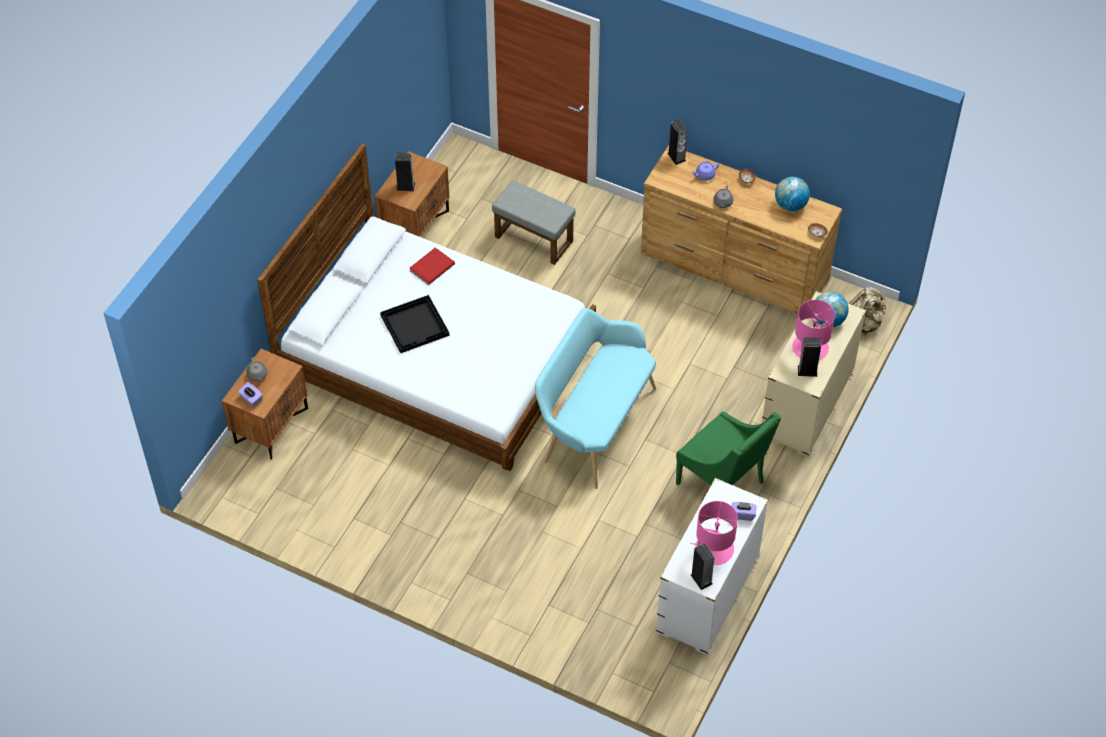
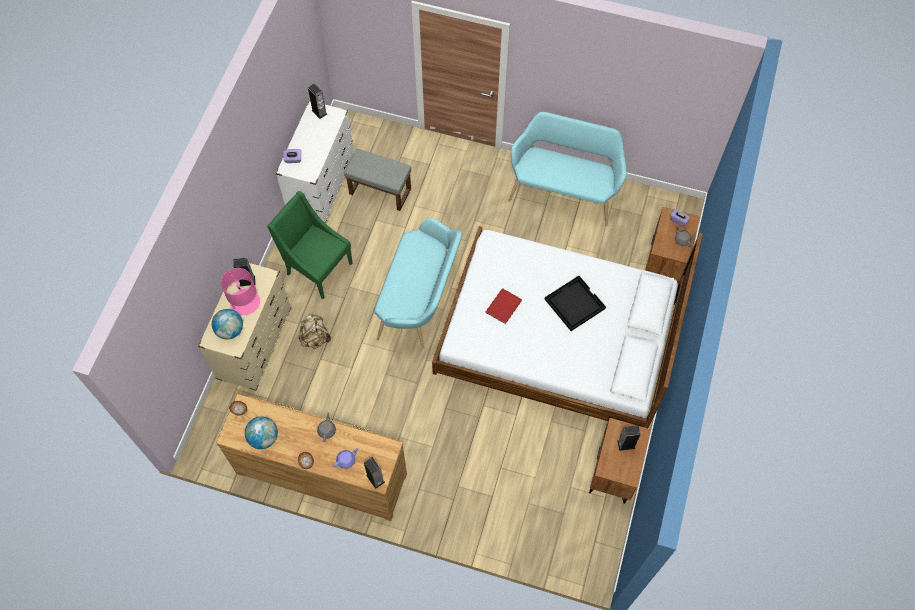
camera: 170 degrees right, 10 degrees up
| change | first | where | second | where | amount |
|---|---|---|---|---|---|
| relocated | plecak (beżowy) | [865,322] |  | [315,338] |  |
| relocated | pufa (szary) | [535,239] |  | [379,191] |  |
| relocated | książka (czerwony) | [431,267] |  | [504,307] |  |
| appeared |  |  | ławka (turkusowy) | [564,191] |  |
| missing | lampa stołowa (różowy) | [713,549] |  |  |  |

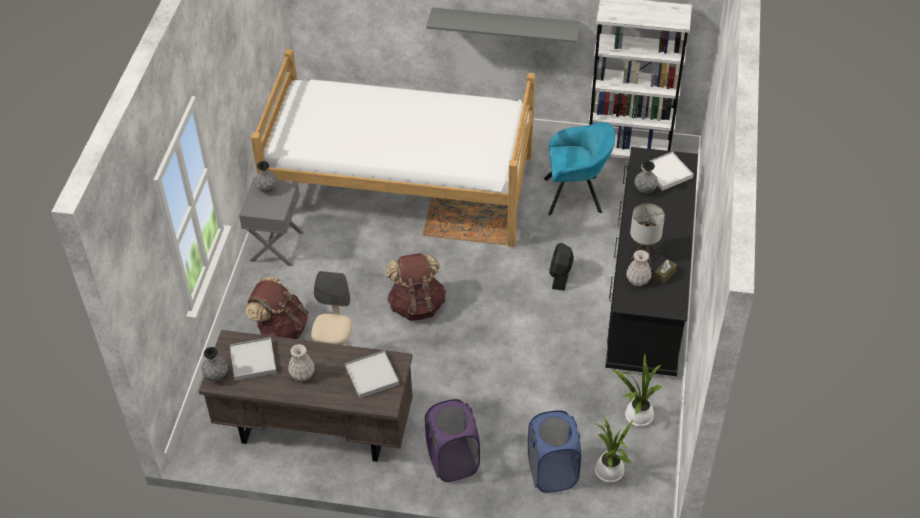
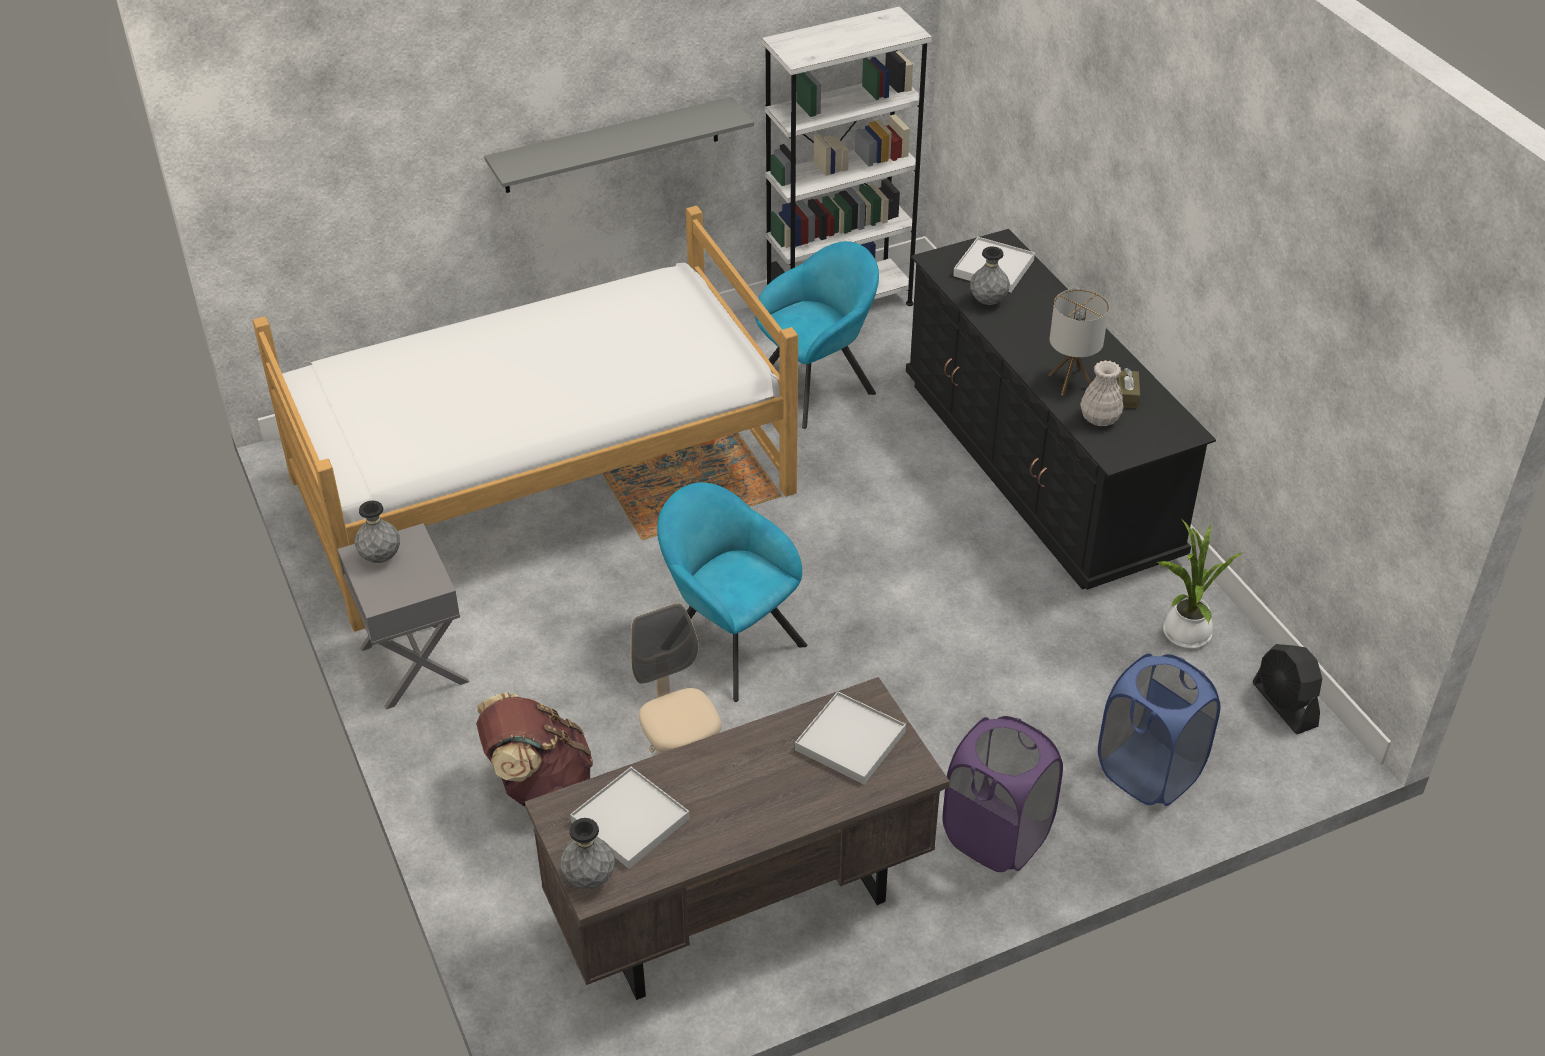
camera: 35 degrees left, 5 degrees down
| change | first | where | second | where | amount |
|---|---|---|---|---|---|
| exchanged | plecak (brązowy) | [417,305] | fotel (turkusowy) | [728,642] |  |
| relocated | wentylator (czarny) | [560,275] |  | [1284,705] |  |
| missing | wazon (biały) | [303,374] |  |  |  |
| missing | roślina doniczkowa | [609,473] |  |  |  |

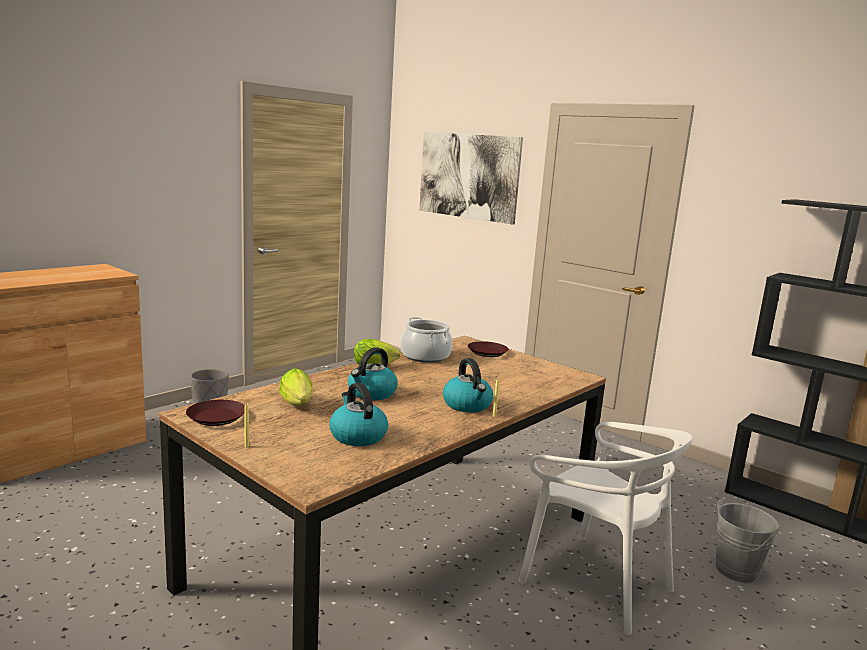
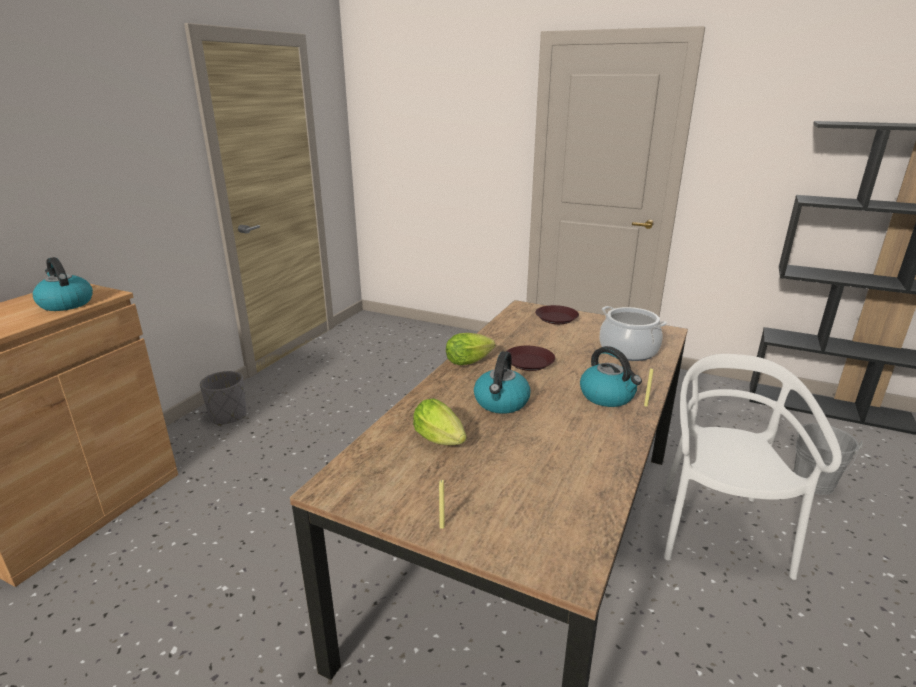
camera: 15 degrees left, 10 degrees up
| change | first | where | second | where | amount |
|---|---|---|---|---|---|
| relocated | czajnik | [357,436] |  | [65,303] |  |
| relocated | talerz (brązowy) | [216,417] |  | [529,362] |  |
| relocated | garnek | [425,356] |  | [628,350] |  |
| spun | krzesło (biały) | [596,583] |  | [718,530] | 105 degrees counterclockwise |
| missing | obraz | [468,176] |  |  |  |

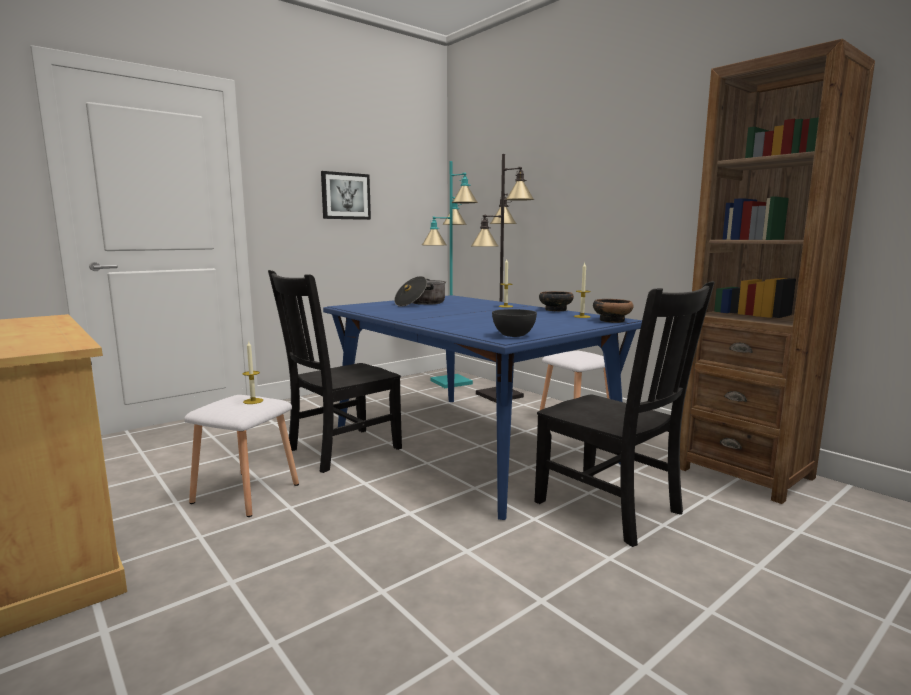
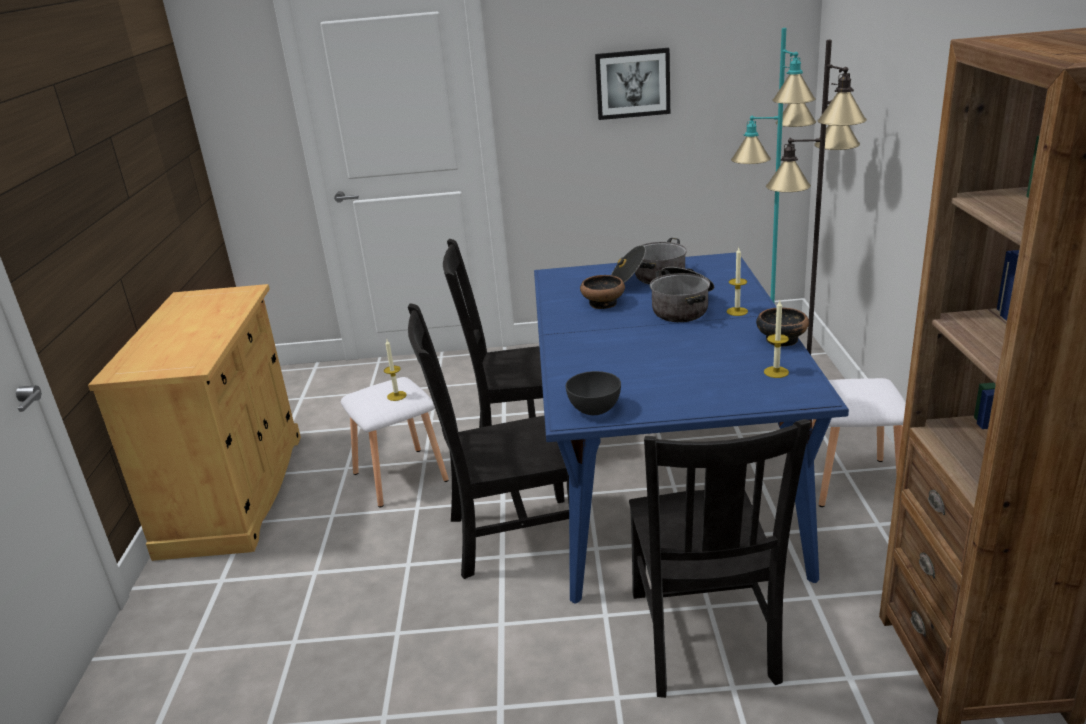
camera: 40 degrees right, 15 degrees up
| change | first | where | second | where | amount |
|---|---|---|---|---|---|
| appeared |  |  | krzesło (czarny) | [510,536] |  |
| relocated | miska | [612,320] |  | [603,303] |  |
| appeared |  |  | garnek | [683,307] |  |

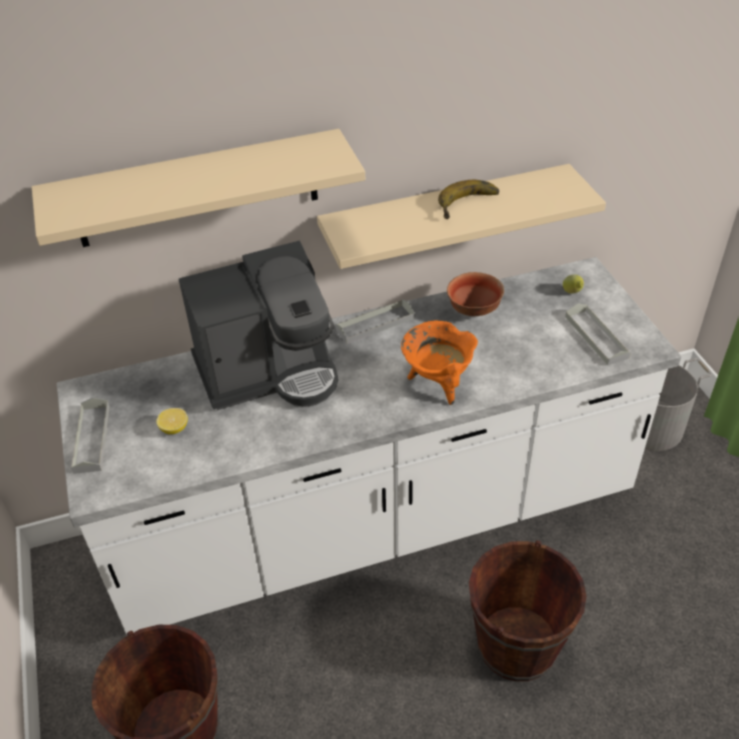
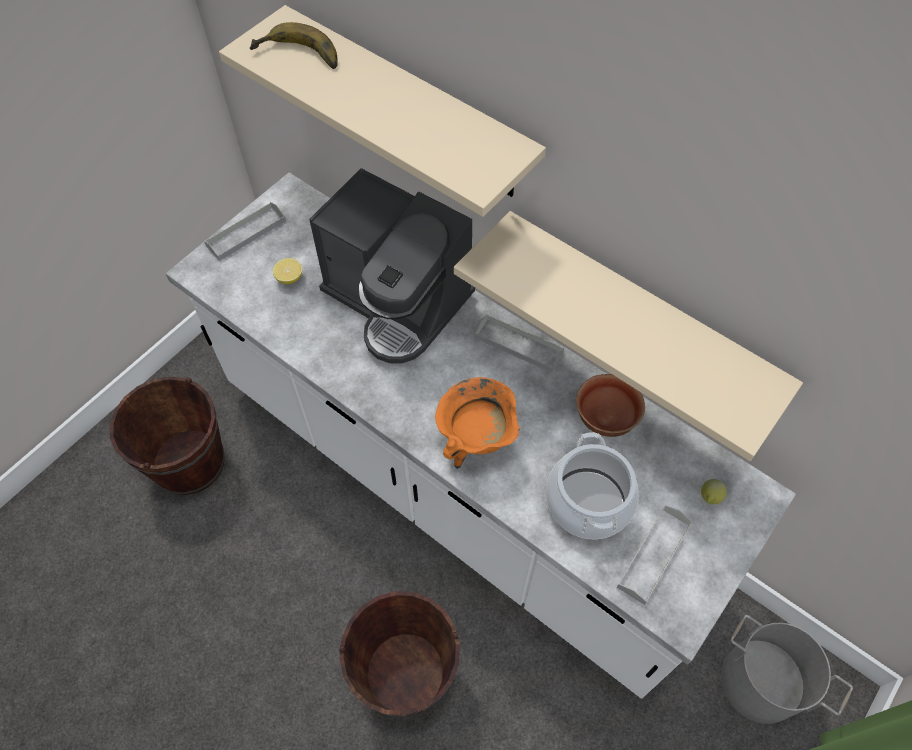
camera: 55 degrees right, 15 degrees up
| change | first | where | second | where | amount |
|---|---|---|---|---|---|
| relocated | banan | [470,205] |  | [297,57] |  |
| appeared |  |  | garnek | [588,502] |  |

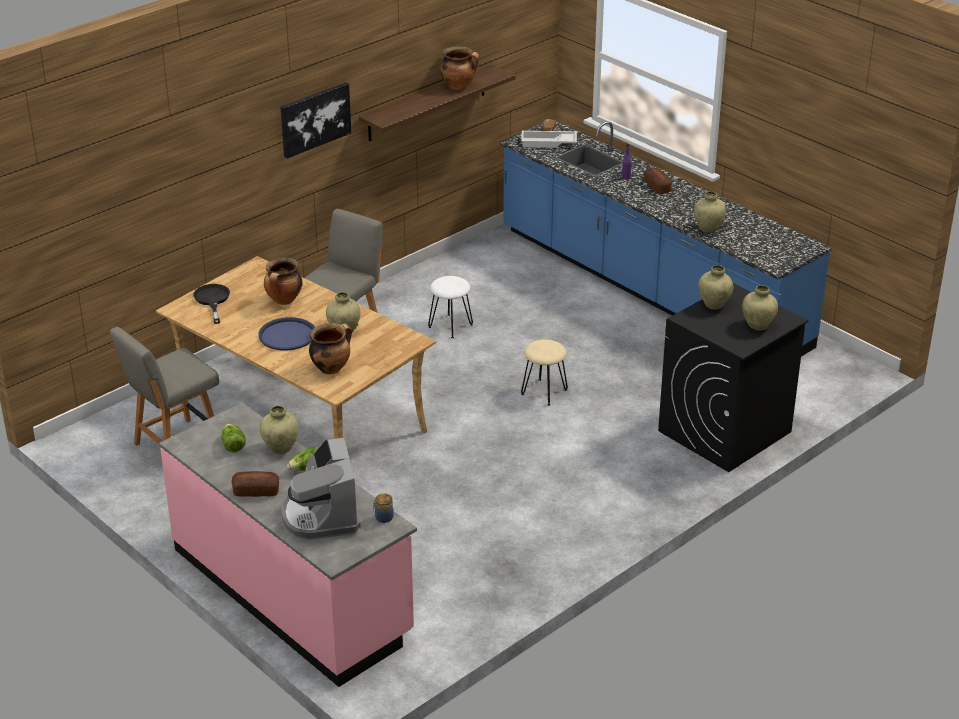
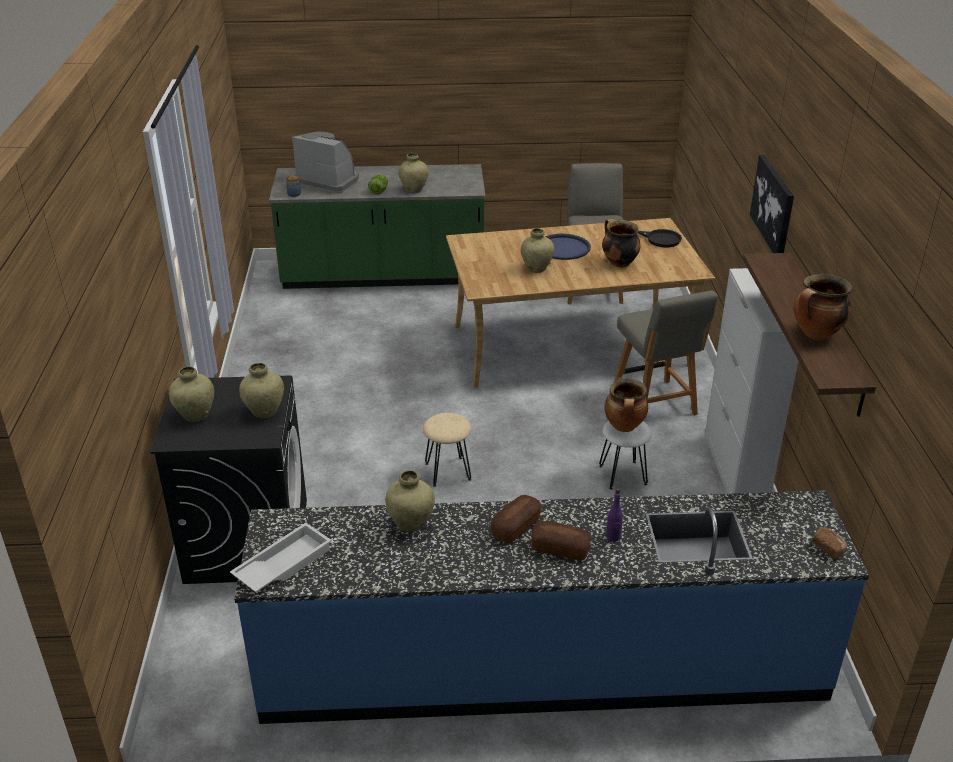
camera: 130 degrees right, 0 degrees up
| change | first | where | second | where | amount |
|---|---|---|---|---|---|
| relocated | taca (biały) | [548,143] |  | [282,564] |  |
| colour | zabudowa kuchenna (różowy) | [292,592] | zabudowa kuchenna (zielony) | [383,275] |  |
| relocated | chleb | [256,491] |  | [516,527] |  |
| relocated | garnek | [331,368] |  | [624,427] |  |
| appeared |  |  | szafka (biały) | [735,469] |  |
| missing | sałata | [233,445] |  |  |  |

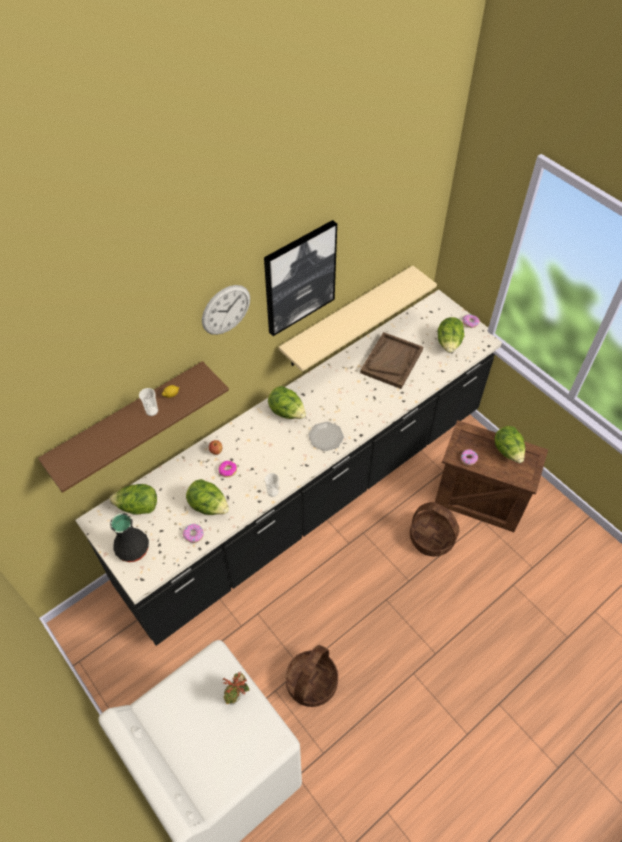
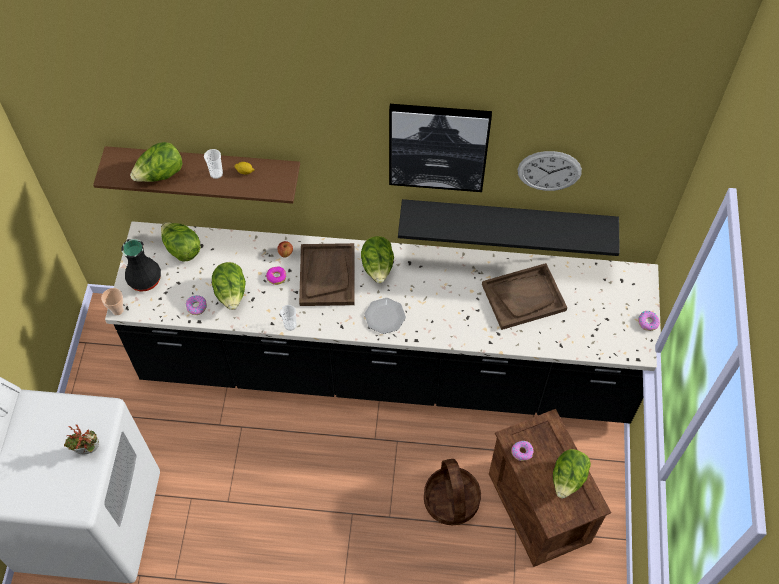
camera: 45 degrees right, 5 degrees up
| change | first | where | second | where | amount |
|---|---|---|---|---|---|
| appeared |  |  | filiżanka | [117,310] |  |
| relocated | sałata | [449,344] |  | [160,175] |  |
| appeared |  |  | taca (brązowy) | [327,275] |  |
| colour | półka (beżowy) | [347,317] | półka (czarny) | [507,221] |  |
| relocated | zegar ścienny | [226,310] |  | [549,171] |  |
| missing | koszyk | [311,681] |  |  |  |

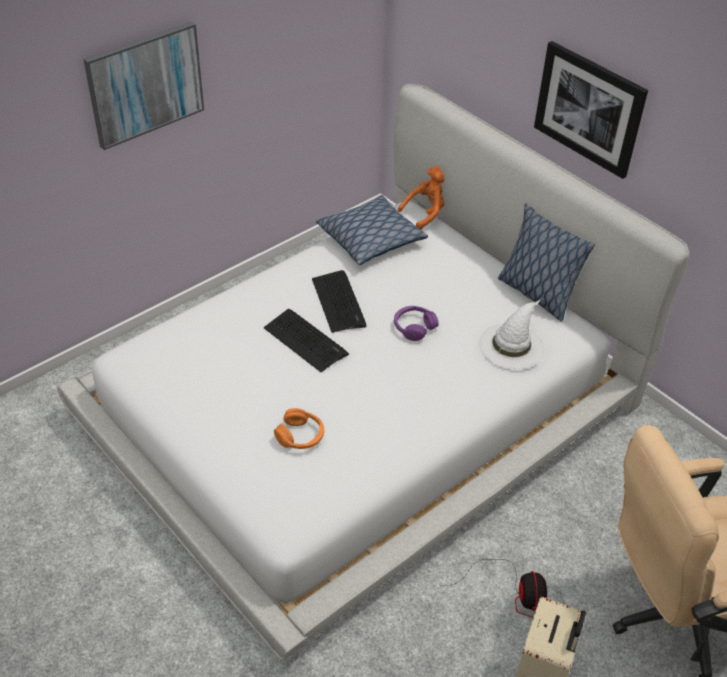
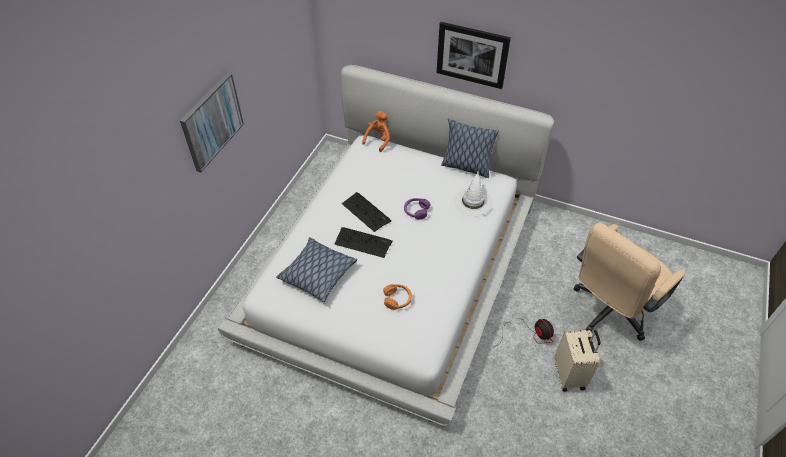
camera: 25 degrees left, 5 degrees up
| change | first | where | second | where | amount |
|---|---|---|---|---|---|
| relocated | poduszka | [370,239] |  | [317,274] |  |

